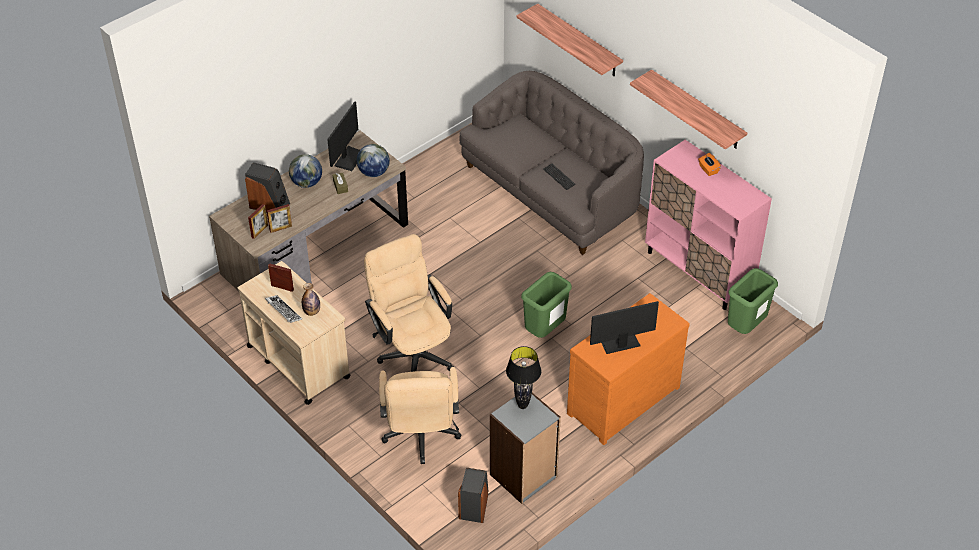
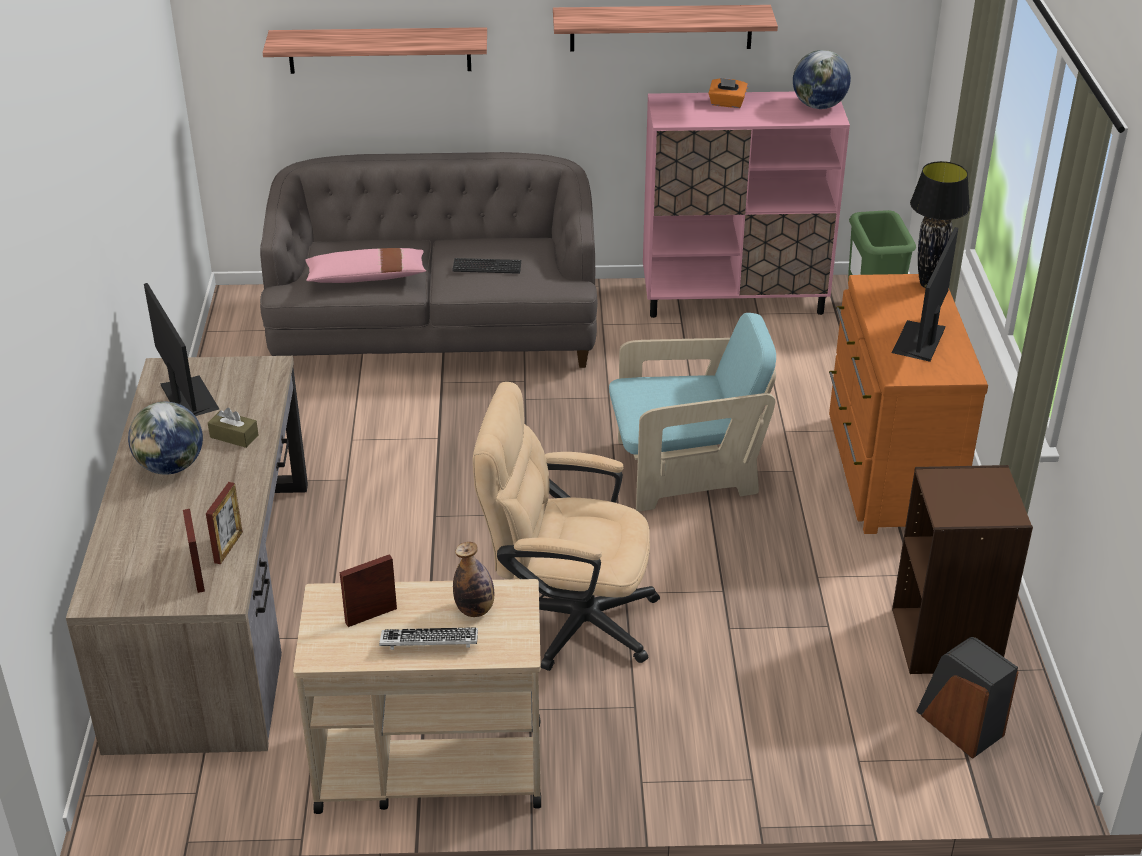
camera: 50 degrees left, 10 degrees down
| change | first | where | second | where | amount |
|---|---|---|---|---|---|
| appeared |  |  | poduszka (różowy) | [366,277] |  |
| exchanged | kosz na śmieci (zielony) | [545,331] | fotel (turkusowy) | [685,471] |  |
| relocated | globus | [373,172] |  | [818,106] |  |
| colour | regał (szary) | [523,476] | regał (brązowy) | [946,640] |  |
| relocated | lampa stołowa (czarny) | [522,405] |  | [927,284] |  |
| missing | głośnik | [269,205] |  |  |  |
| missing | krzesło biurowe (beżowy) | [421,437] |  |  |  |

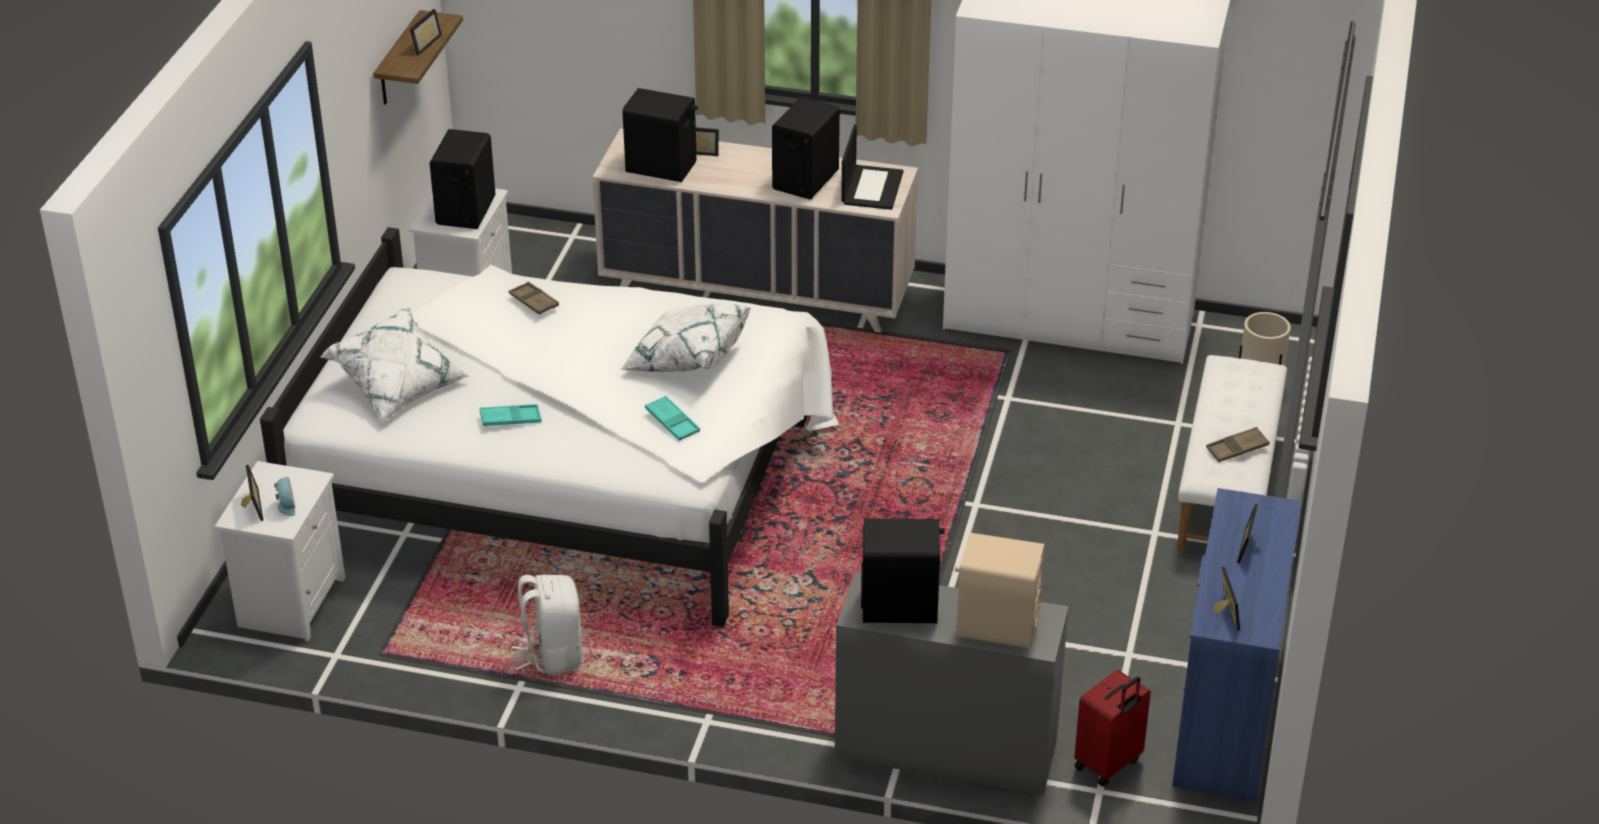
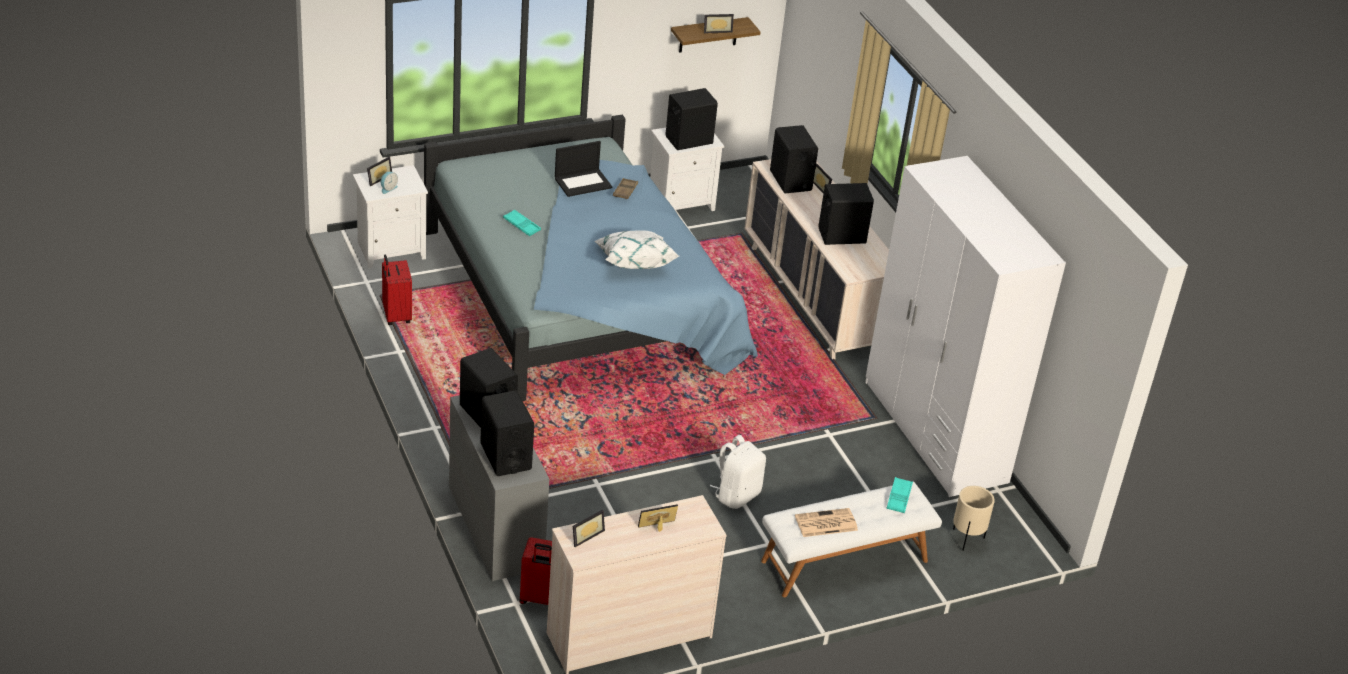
camera: 50 degrees right, 0 degrees up
| change | first | where | second | where | amount |
|---|---|---|---|---|---|
| appeared |  |  | walizka (czerwony) | [395,316] |  |
| colour | łóżko (biały) | [570,475] | łóżko (niebieski) | [581,297] |  |
| colour | głośnik (beżowy) | [997,625] | głośnik (czarny) | [505,456] |  |
| colour | komoda (niebieski) | [1224,716] | komoda (beżowy) | [629,634] |  |
| relocated | laptop | [871,187] |  | [583,182] |  |
| relocated | plecak (biały) | [552,654] |  | [736,495] |  |
| exchanged | taca (brązowy) | [1237,448] | gazeta | [825,523] |  |
| relocated | taca (turkusowy) | [672,422] |  | [899,498] |  |
| missing | poduszka (biały) | [398,385] |  |  |  |

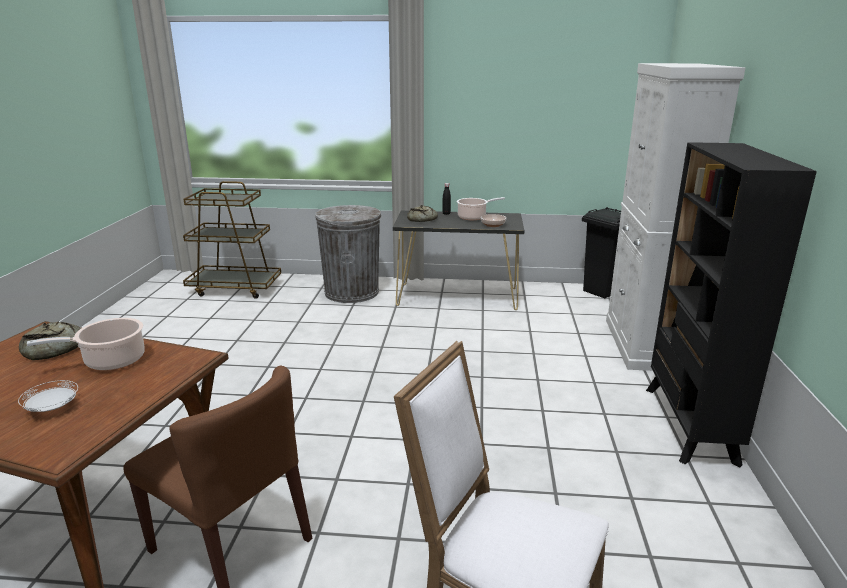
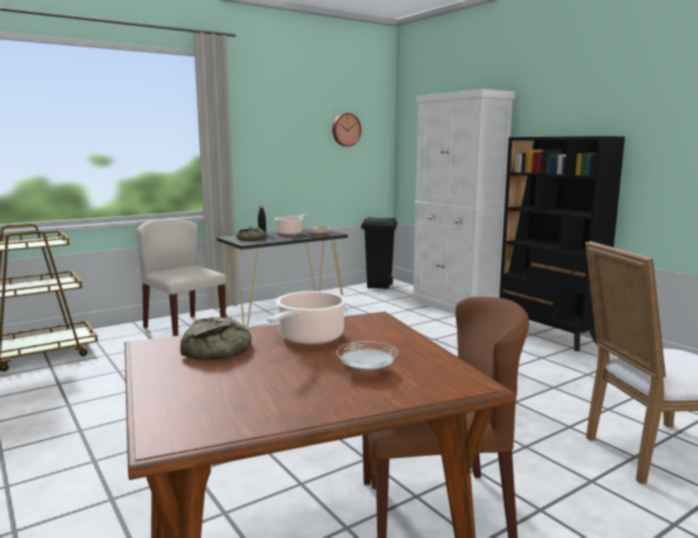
camera: 40 degrees left, 10 degrees down
| change | first | where | second | where | amount |
|---|---|---|---|---|---|
| exchanged | kosz na śmieci (szary) | [352,292] | krzesło (beżowy) | [184,328] |  |
| appeared |  |  | zegar ścienny | [345,129] |  |

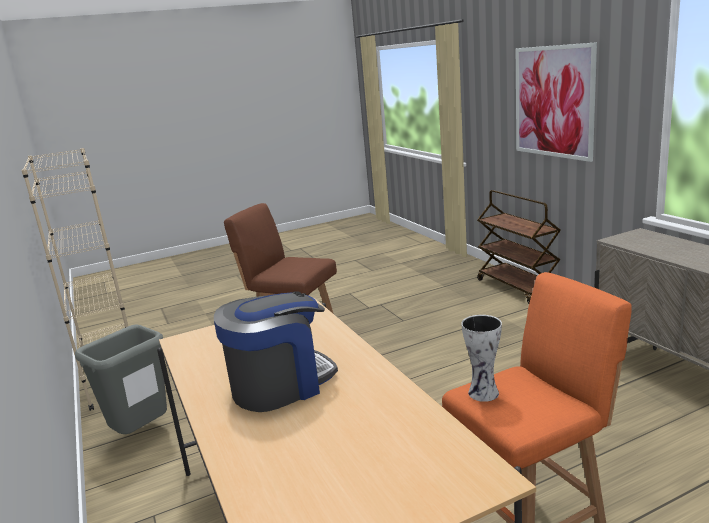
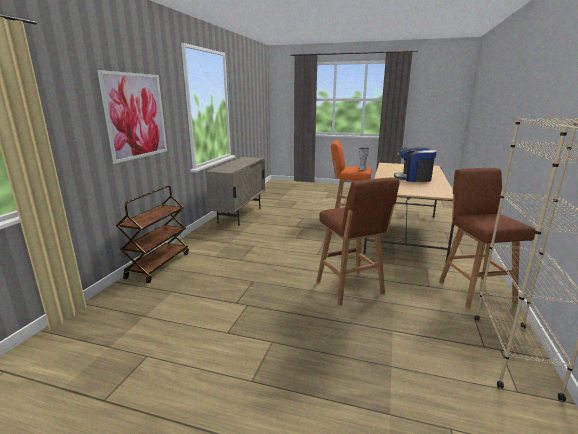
camera: 140 degrees left, 0 degrees up
| change | first | where | second | where | amount |
|---|---|---|---|---|---|
| exchanged | kosz na śmieci (szary) | [141,435] | stołek (brązowy) | [474,291] |  |

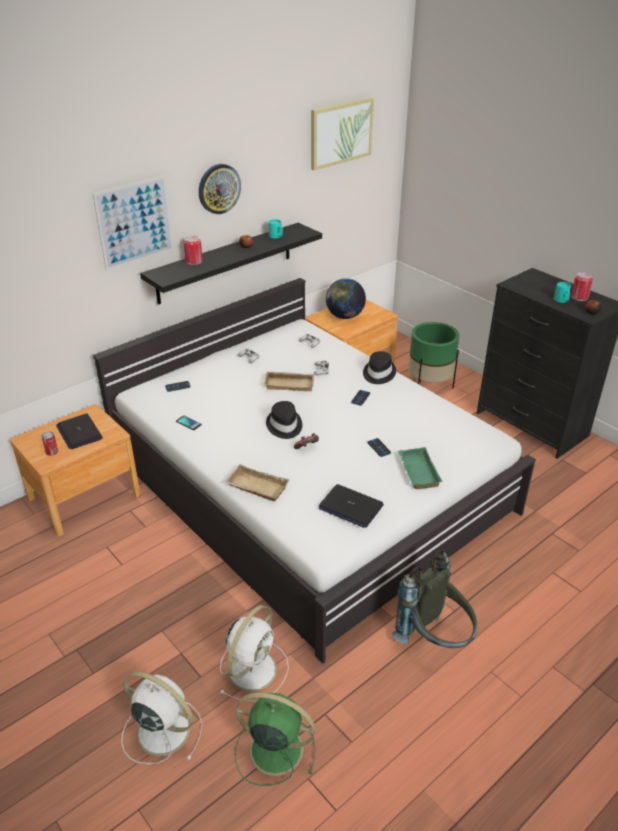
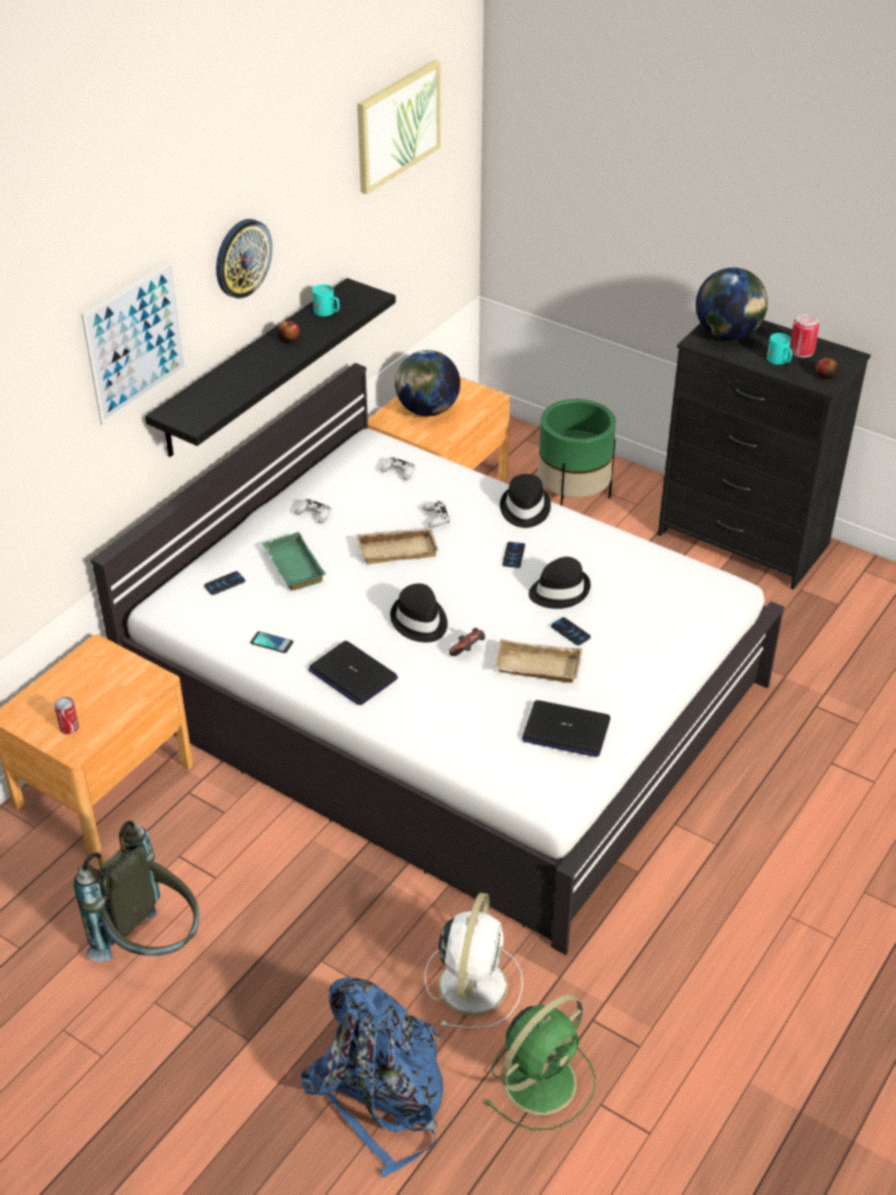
camera: 15 degrees left, 5 degrees up
| change | first | where | second | where | amount |
|---|---|---|---|---|---|
| relocated | plecak (szary) | [435,640] |  | [152,946] |  |
| relocated | taca (zielony) | [416,471] |  | [291,566] |  |
| exchanged | wentylator (biały) | [161,730] | plecak (niebieski) | [381,1092] |  |
| relocated | laptop | [79,432] |  | [352,674] |  |
| spun | wentylator (zielony) | [273,749] |  | [542,1079] | 135 degrees clockwise |
| relocated | taca (beżowy) | [255,487] |  | [536,668] |  |
| appeared |  |  | kapelusz (czarny) | [559,591] |  |
| appeared |  |  | globus | [727,335] |  |
| missing | puszka | [194,261] |  |  |  |

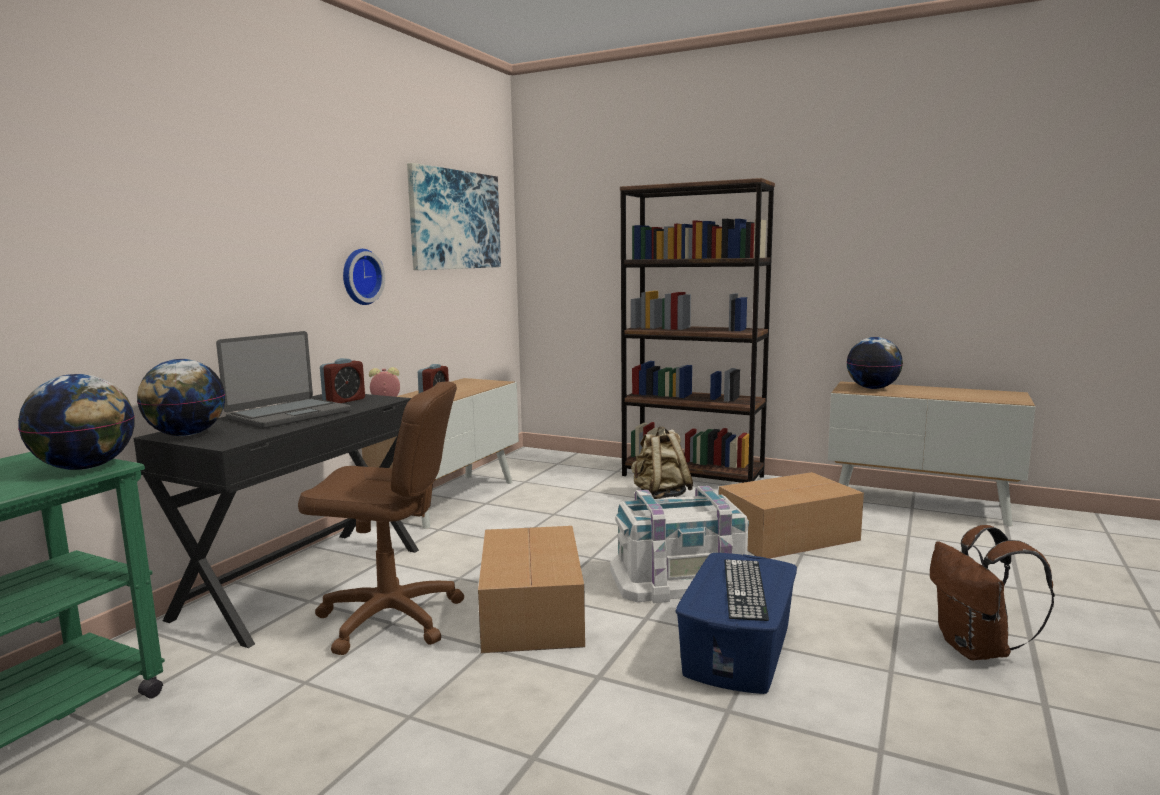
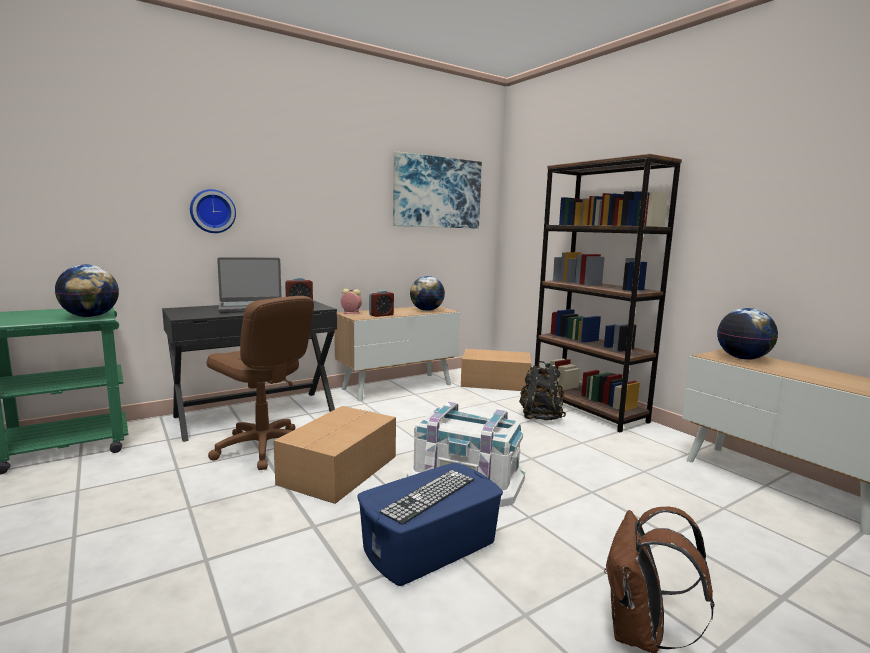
camera: 30 degrees right, 0 degrees up
| change | first | where | second | where | amount |
|---|---|---|---|---|---|
| relocated | zegar ścienny | [360,277] |  | [212,211] |  |
| relocated | globus | [186,435] |  | [426,310] |  |
| relocated | karton | [790,536] |  | [496,382] |  |
| colour | plecak (beżowy) | [660,495] | plecak (czarny) | [540,417] |  |

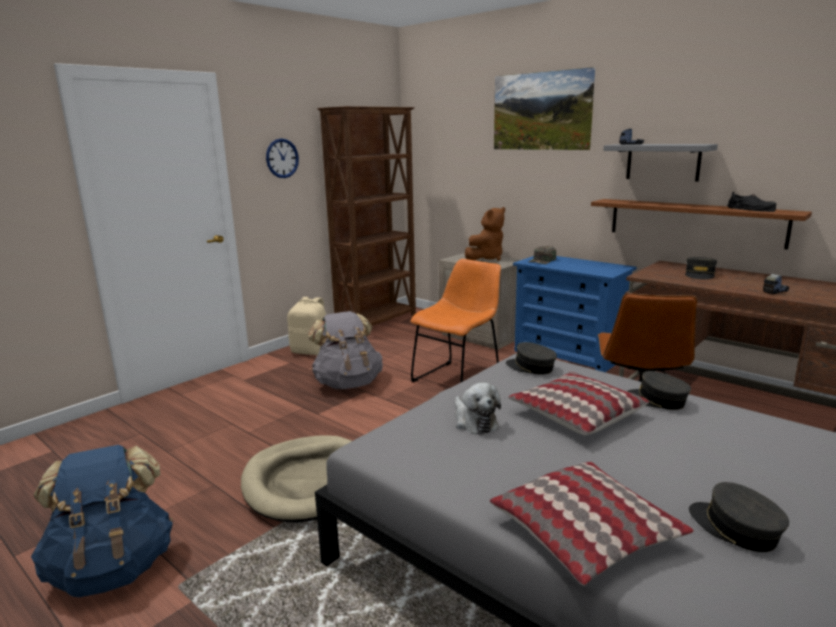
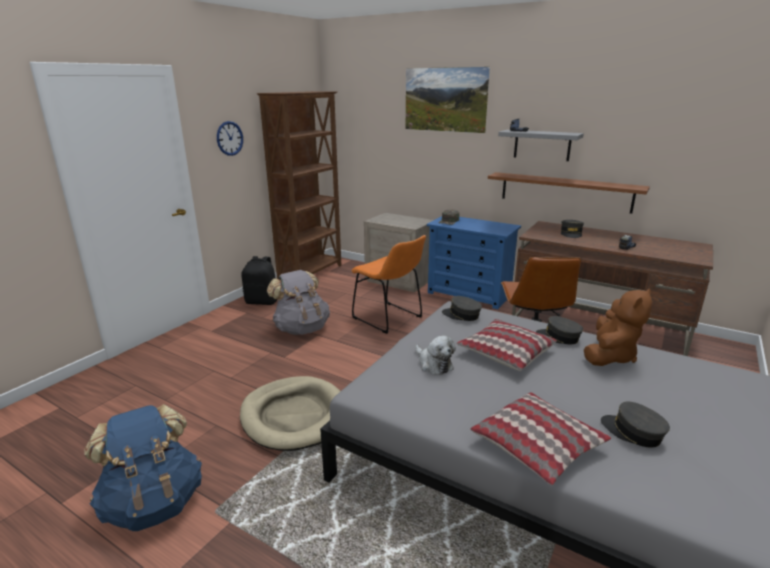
camera: 10 degrees left, 5 degrees up
| change | first | where | second | where | amount |
|---|---|---|---|---|---|
| colour | plecak (beżowy) | [311,351] | plecak (czarny) | [262,301] |  |
| spun | krzesło (pomarańczowy) | [458,378] |  | [389,319] | 105 degrees clockwise |
| relocated | pluszak (brązowy) | [486,258] |  | [610,356] |  |
| missing | but (czarny) | [751,209] |  |  |  |

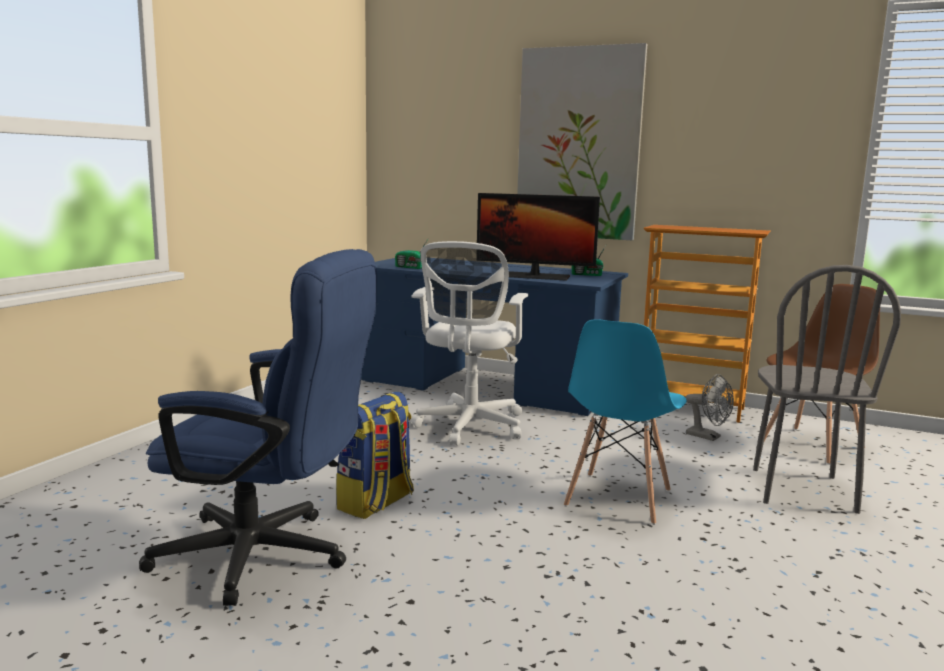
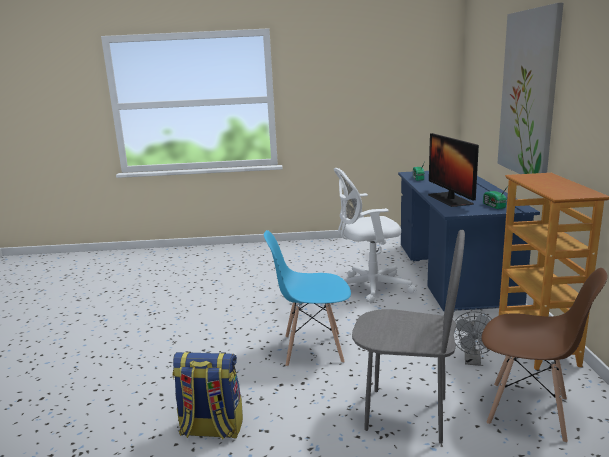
camera: 65 degrees right, 5 degrees up
| change | first | where | second | where | amount |
|---|---|---|---|---|---|
| relocated | plecak | [376,503] |  | [211,429] |  |
| spun | krzesło (szary) | [801,490] |  | [406,414] | 150 degrees counterclockwise |
| missing | krzesło biurowe (niebieski) | [268,557] |  |  |  |

